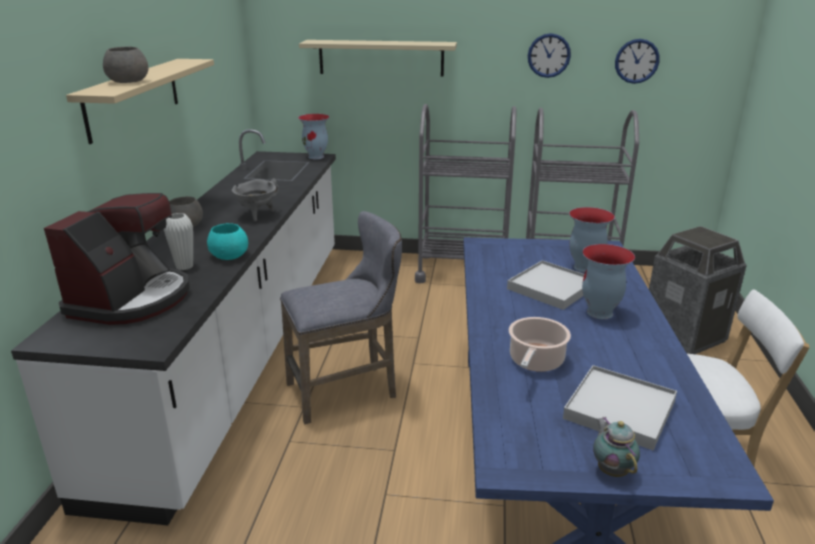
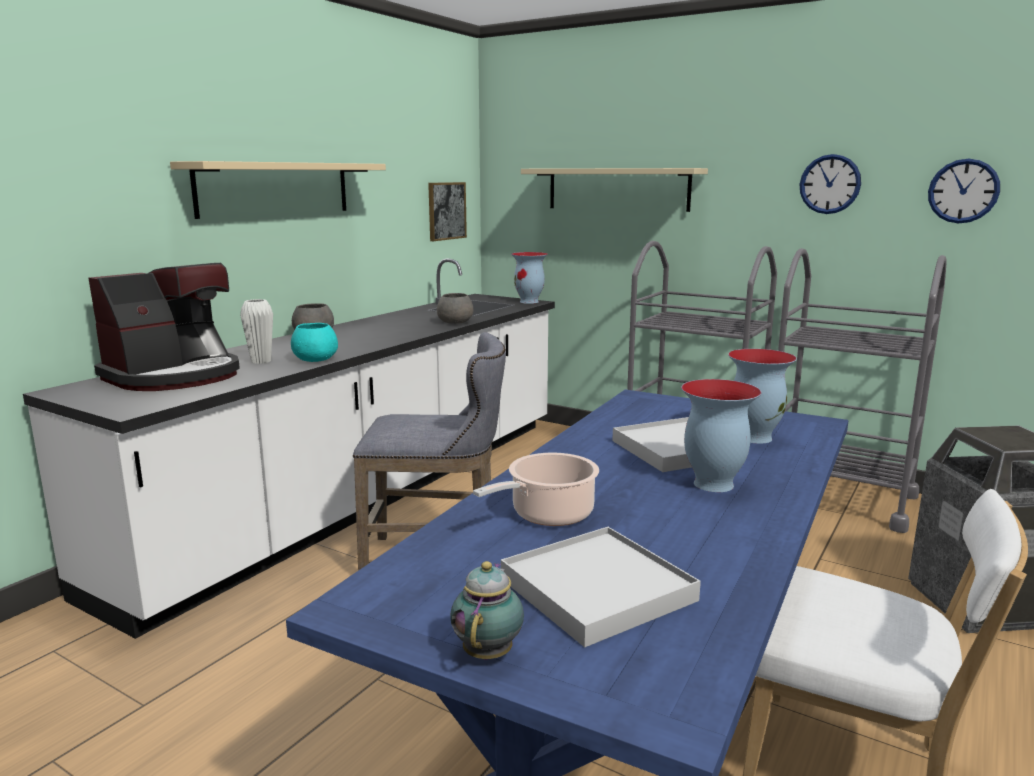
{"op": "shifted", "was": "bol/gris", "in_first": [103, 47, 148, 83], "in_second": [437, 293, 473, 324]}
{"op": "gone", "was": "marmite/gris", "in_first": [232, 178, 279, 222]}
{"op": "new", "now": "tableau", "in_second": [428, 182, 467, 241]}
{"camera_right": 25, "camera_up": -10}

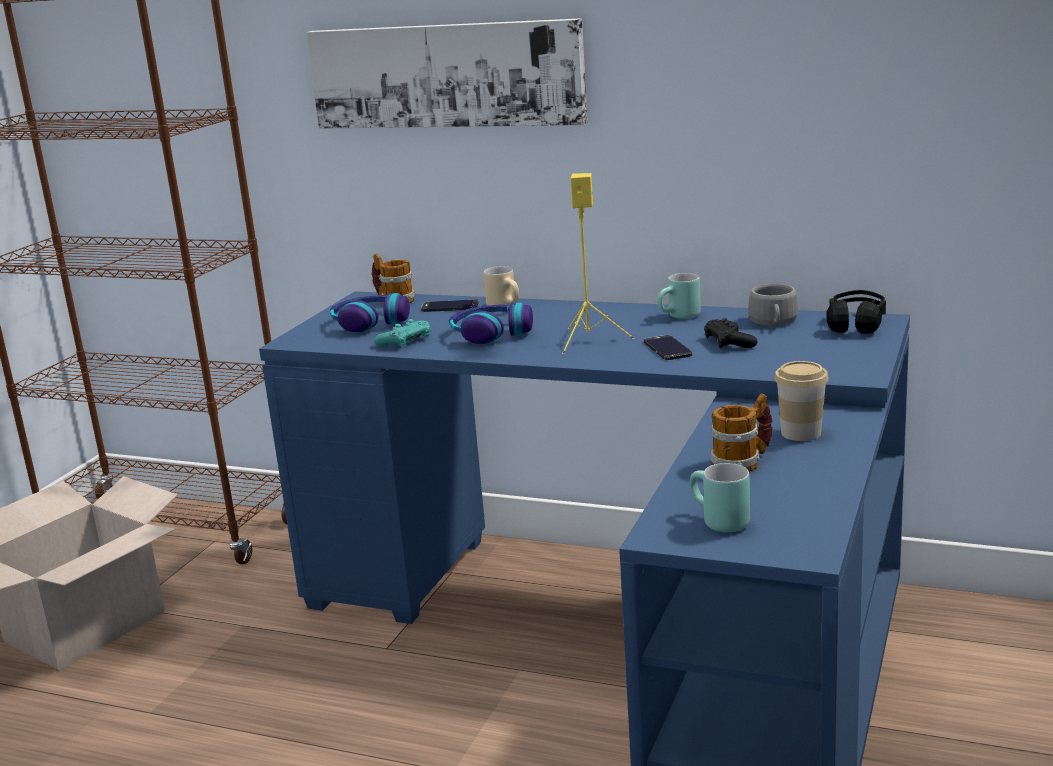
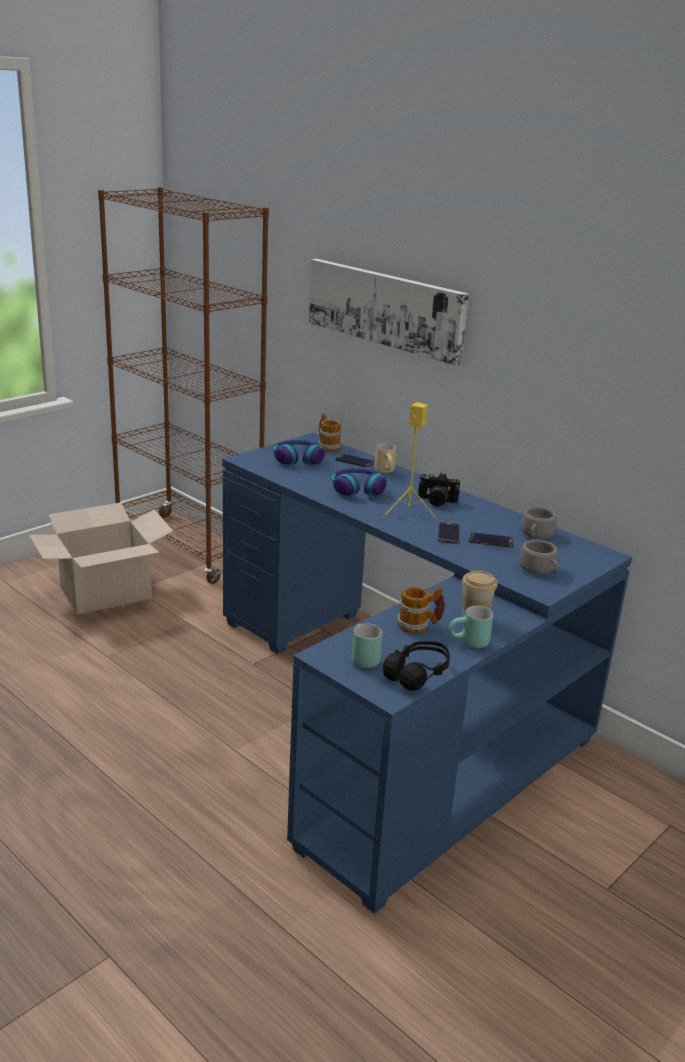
{"op": "shifted", "was": "mug/turquoise", "in_first": [657, 273, 701, 319], "in_second": [449, 606, 493, 648]}
{"op": "shifted", "was": "casque audio/noir", "in_first": [826, 290, 886, 334], "in_second": [383, 641, 450, 691]}
{"op": "swapped", "was": "manette/noir", "now": "téléphone", "in_first": [704, 318, 758, 349], "in_second": [469, 532, 514, 547]}
{"op": "gone", "was": "manette/turquoise", "in_first": [374, 319, 431, 348]}
{"op": "new", "now": "appareil photo", "in_second": [418, 473, 460, 507]}
{"op": "new", "now": "tasse/gris", "in_second": [519, 540, 559, 575]}
{"camera_right": 20, "camera_up": 5}

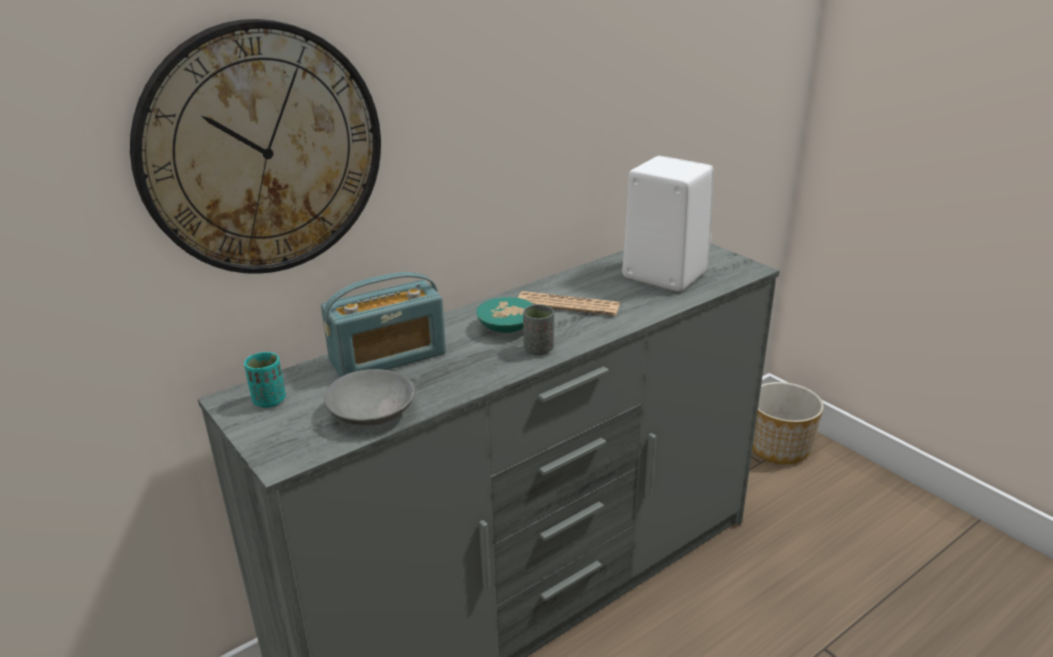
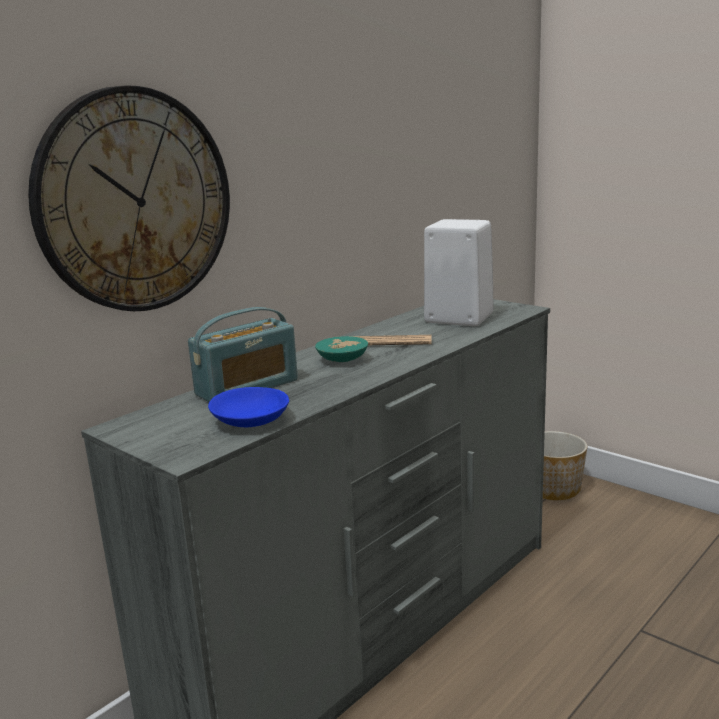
{"op": "gone", "was": "tasse/gris", "in_first": [523, 304, 554, 355]}
{"op": "gone", "was": "tasse/turquoise", "in_first": [244, 352, 286, 408]}
{"op": "repainted", "was": "bol/gris", "now": "bol/bleu", "in_first": [324, 369, 415, 425], "in_second": [208, 387, 289, 427]}
{"camera_right": -10, "camera_up": -10}

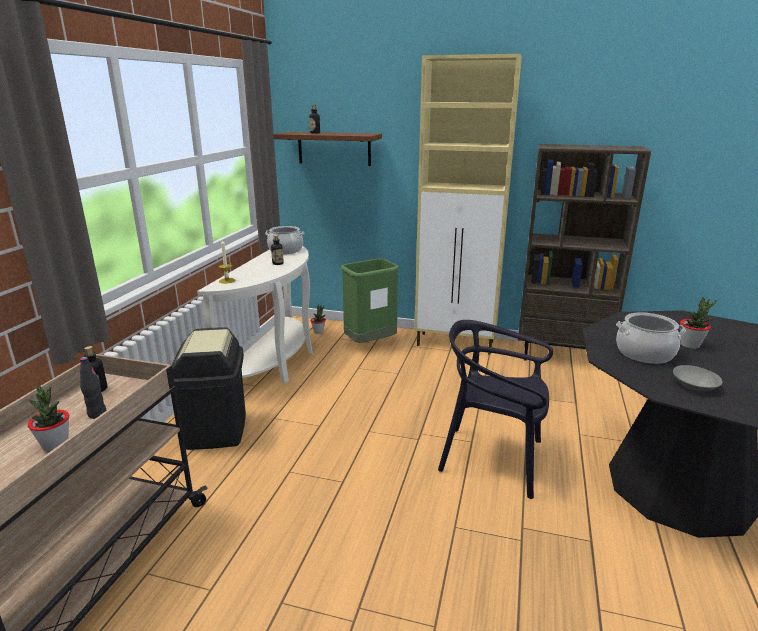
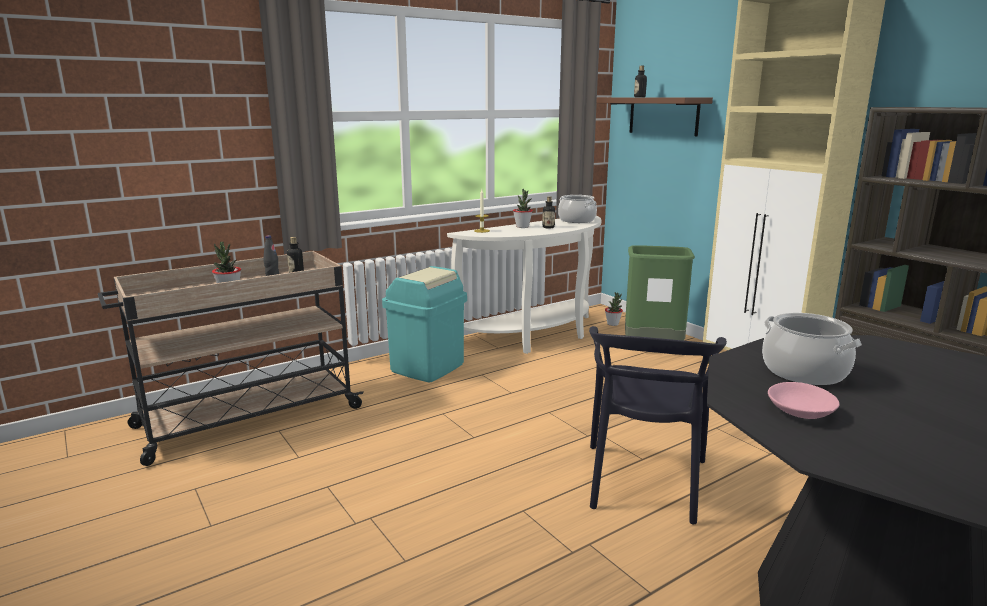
{"op": "shifted", "was": "plante en pot", "in_first": [680, 297, 717, 349], "in_second": [513, 189, 533, 228]}
{"op": "rotated", "was": "chaise/noir", "in_first": [438, 320, 553, 499], "in_second": [589, 326, 727, 524], "clockwise": -135}
{"op": "repainted", "was": "poubelle/noir", "now": "poubelle/turquoise", "in_first": [172, 327, 246, 450], "in_second": [382, 266, 467, 382]}
{"op": "repainted", "was": "bol/gris", "now": "bol/rose", "in_first": [673, 365, 723, 391], "in_second": [768, 382, 840, 419]}
{"camera_right": 40, "camera_up": -5}

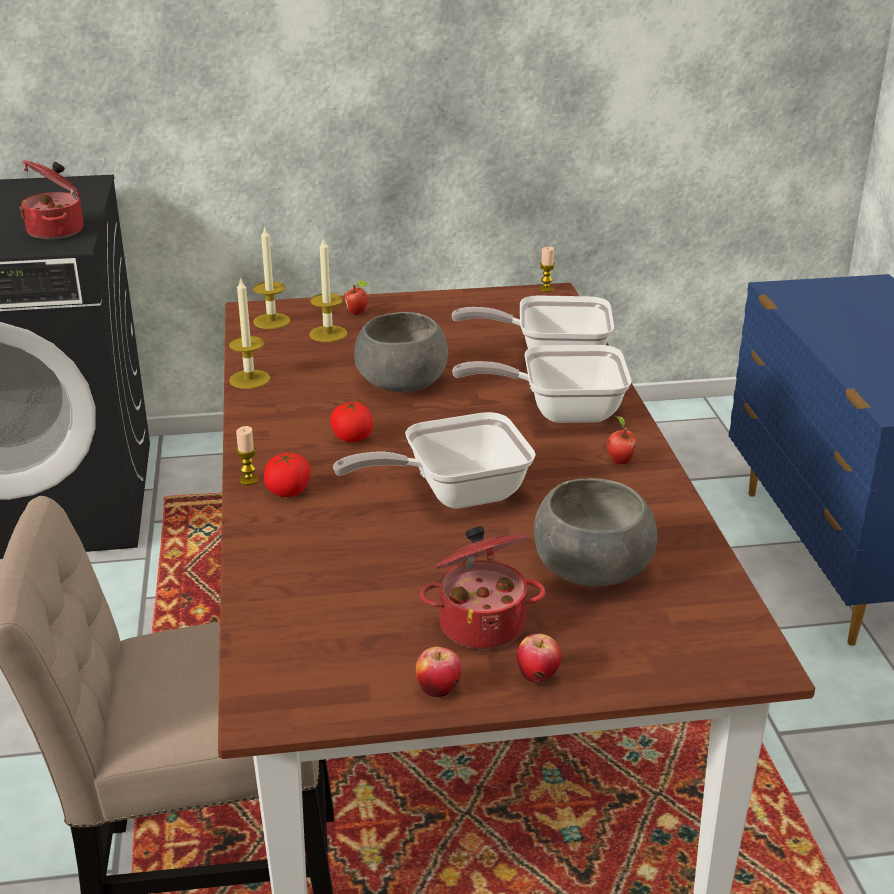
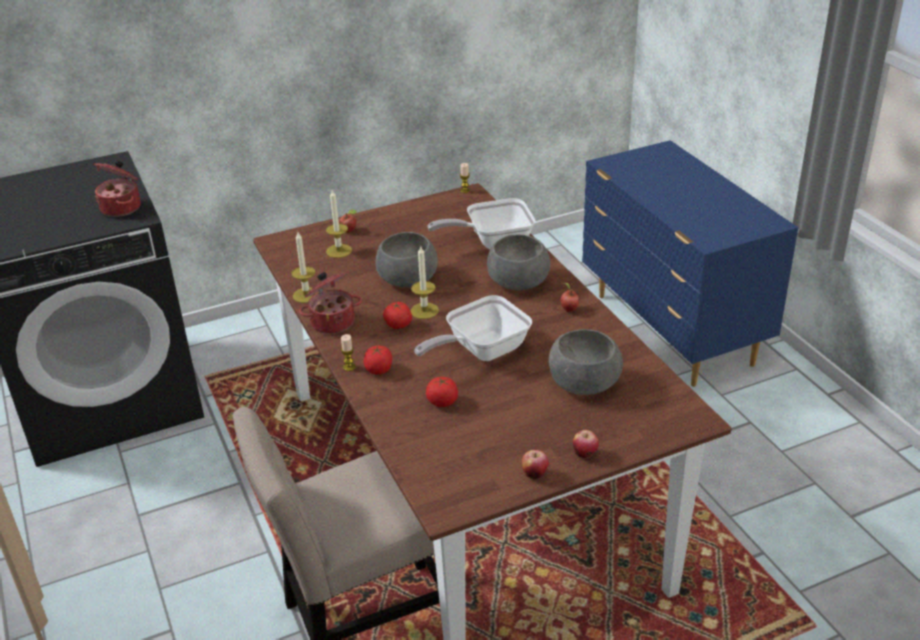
{"op": "shifted", "was": "bougie", "in_first": [253, 226, 291, 329], "in_second": [411, 245, 439, 319]}
{"op": "swapped", "was": "poêle", "now": "bol/gris", "in_first": [452, 345, 631, 423], "in_second": [487, 234, 550, 290]}
{"op": "shifted", "was": "marmite", "in_first": [420, 526, 545, 649], "in_second": [299, 272, 362, 334]}
{"op": "new", "now": "tomate", "in_second": [426, 377, 458, 407]}
{"camera_right": -15, "camera_up": 5}

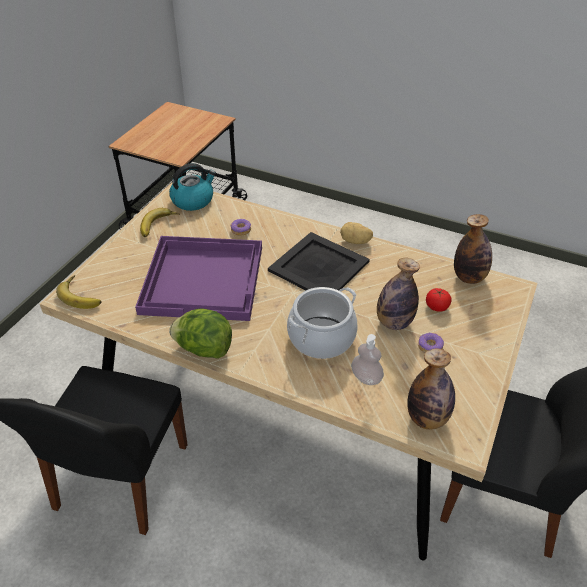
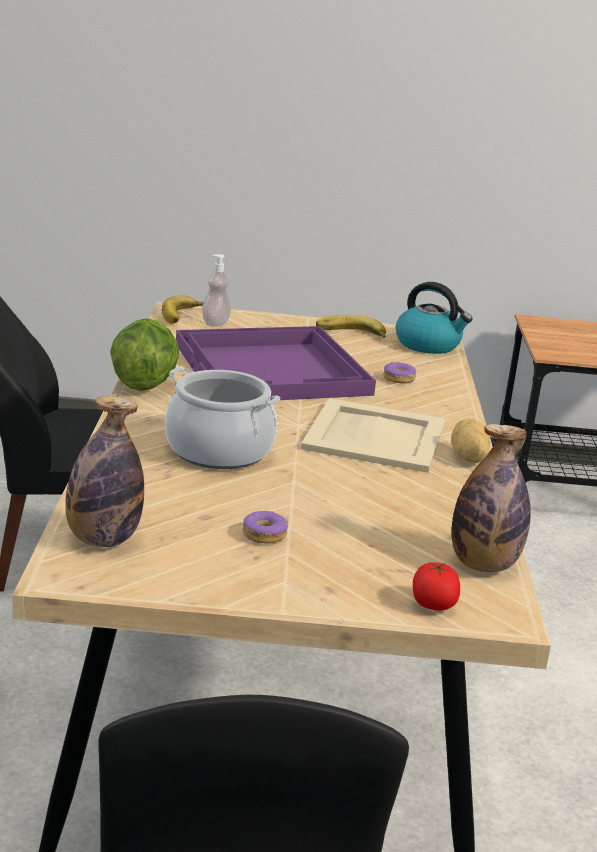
{"op": "repainted", "was": "plateau/noir", "now": "plateau/beige", "in_first": [268, 232, 370, 290], "in_second": [301, 398, 446, 473]}
{"op": "gone", "was": "bouteille", "in_first": [377, 258, 420, 330]}
{"op": "shifted", "was": "tomate", "in_first": [426, 288, 452, 312], "in_second": [413, 562, 460, 611]}
{"op": "shifted", "was": "distributeur de savon", "in_first": [351, 334, 384, 385], "in_second": [202, 254, 231, 327]}
{"camera_right": 65, "camera_up": -20}

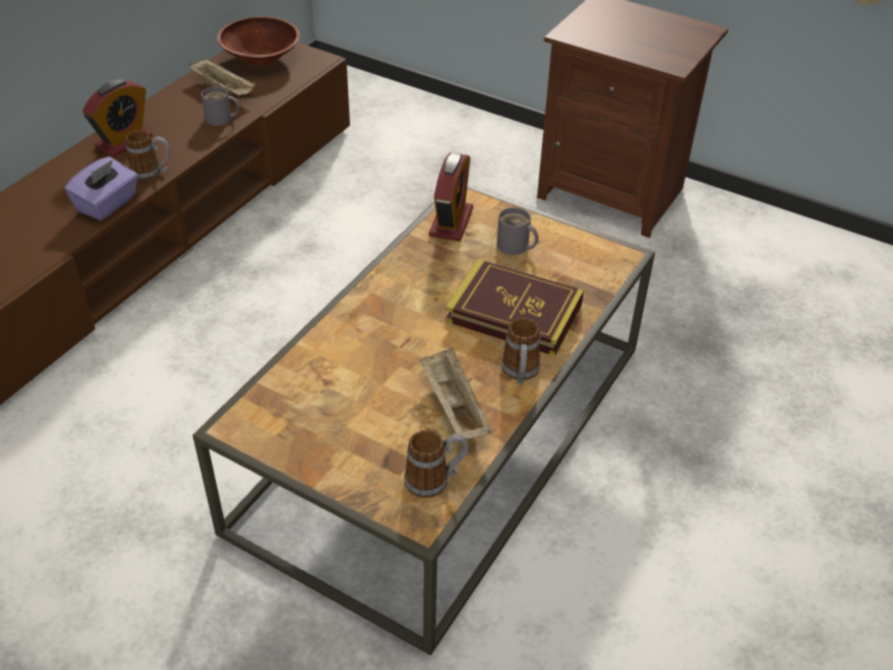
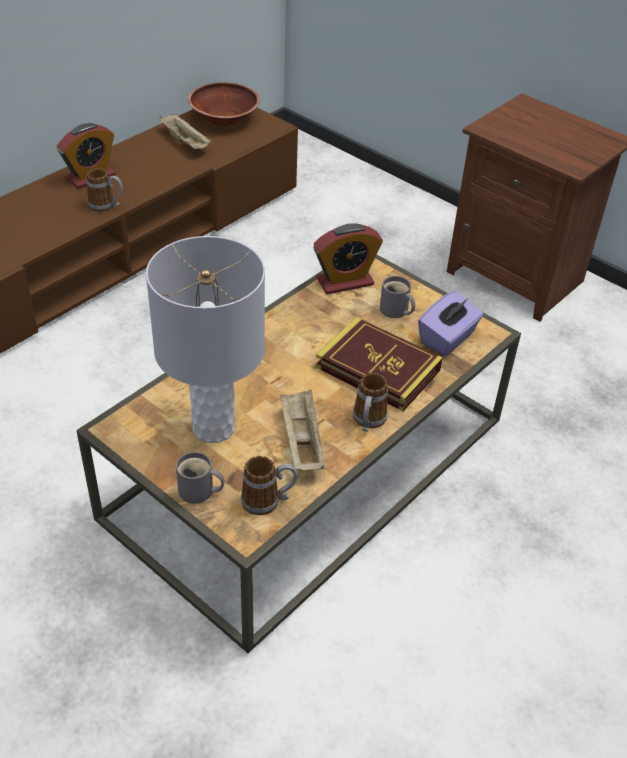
{"op": "shifted", "was": "mug/gris", "in_first": [201, 87, 240, 126], "in_second": [176, 452, 225, 504]}
{"op": "rotated", "was": "réveil", "in_first": [429, 152, 473, 241], "in_second": [313, 223, 383, 294], "clockwise": 45}
{"op": "shifted", "was": "boîte à mouchoirs/violet", "in_first": [64, 156, 138, 221], "in_second": [418, 291, 484, 356]}
{"op": "new", "now": "lampe de table/gris", "in_second": [146, 236, 265, 443]}
{"camera_right": 10, "camera_up": 0}

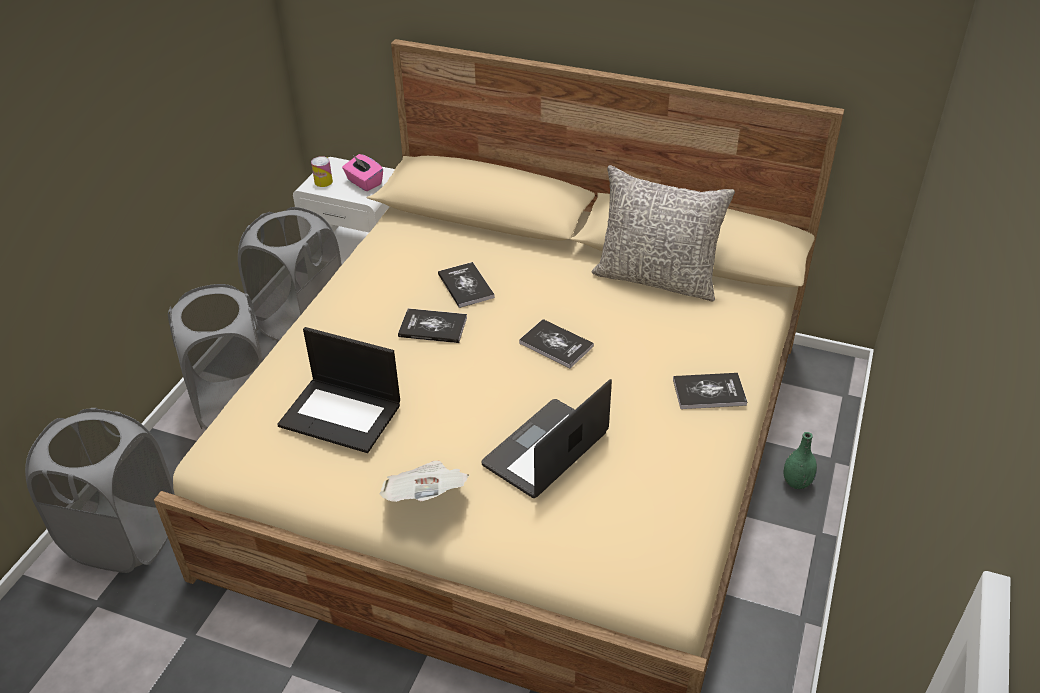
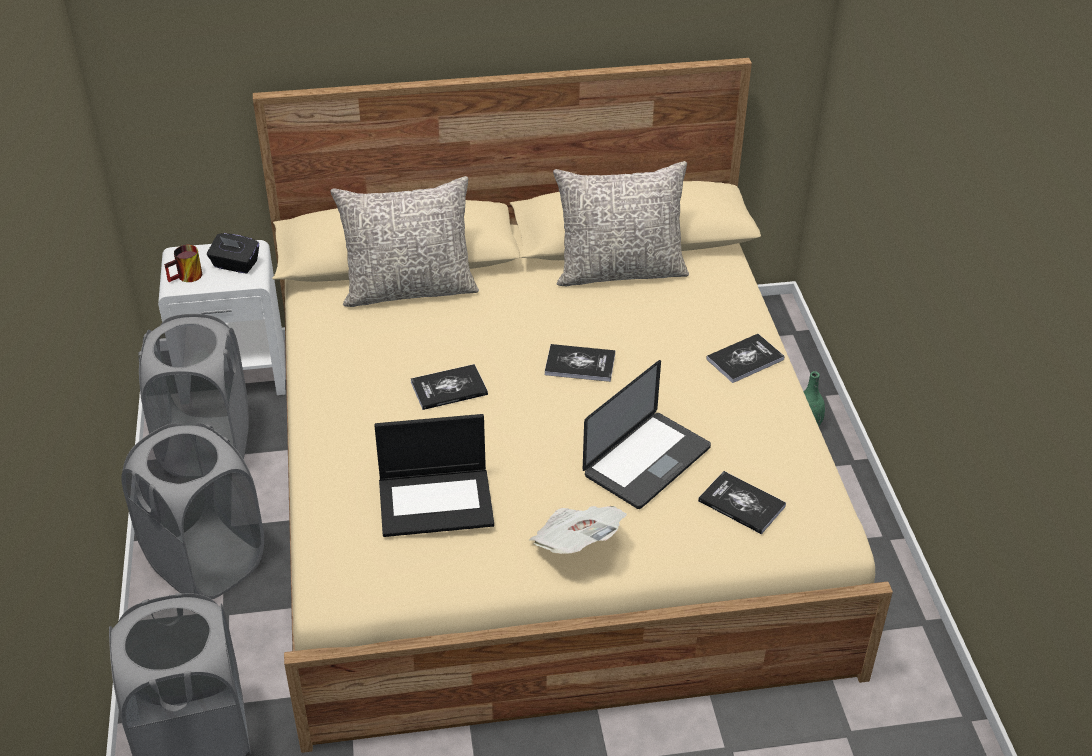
{"op": "repainted", "was": "boîte à mouchoirs/rose", "now": "boîte à mouchoirs/noir", "in_first": [342, 154, 383, 191], "in_second": [207, 233, 259, 273]}
{"op": "swapped", "was": "boîte métallique", "now": "mug", "in_first": [311, 156, 333, 187], "in_second": [164, 245, 202, 282]}
{"op": "shifted", "was": "livre", "in_first": [438, 262, 495, 308], "in_second": [698, 471, 786, 534]}
{"op": "rotated", "was": "ordinateur portable", "in_first": [482, 379, 612, 498], "in_second": [583, 360, 711, 509], "clockwise": -150}
{"op": "new", "now": "coussin/gris", "in_second": [331, 176, 479, 307]}
{"camera_right": -30, "camera_up": 0}

